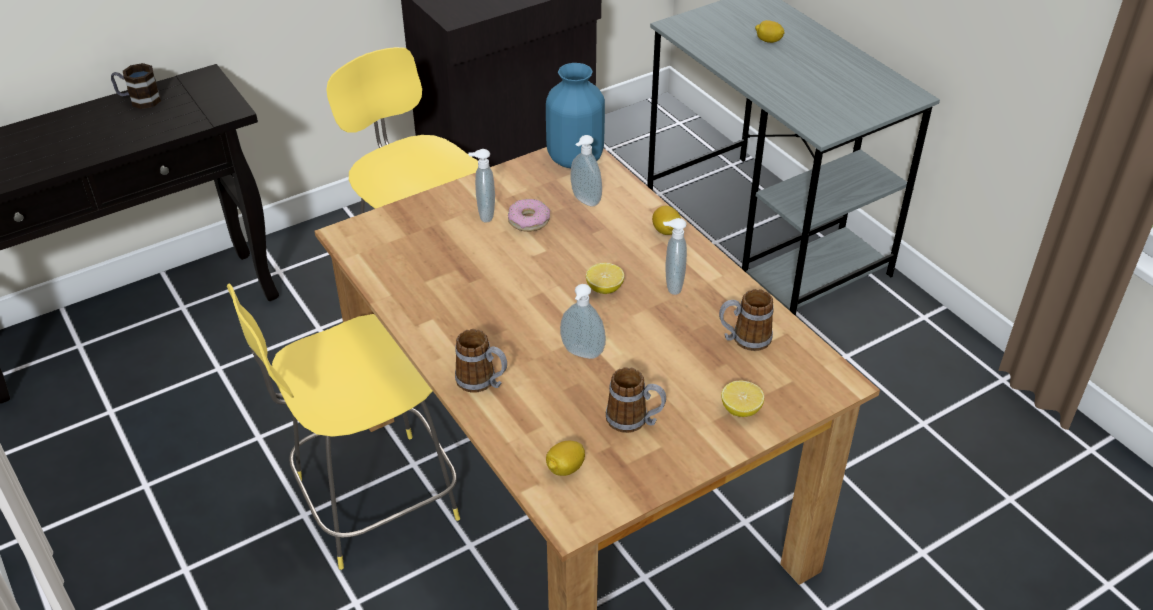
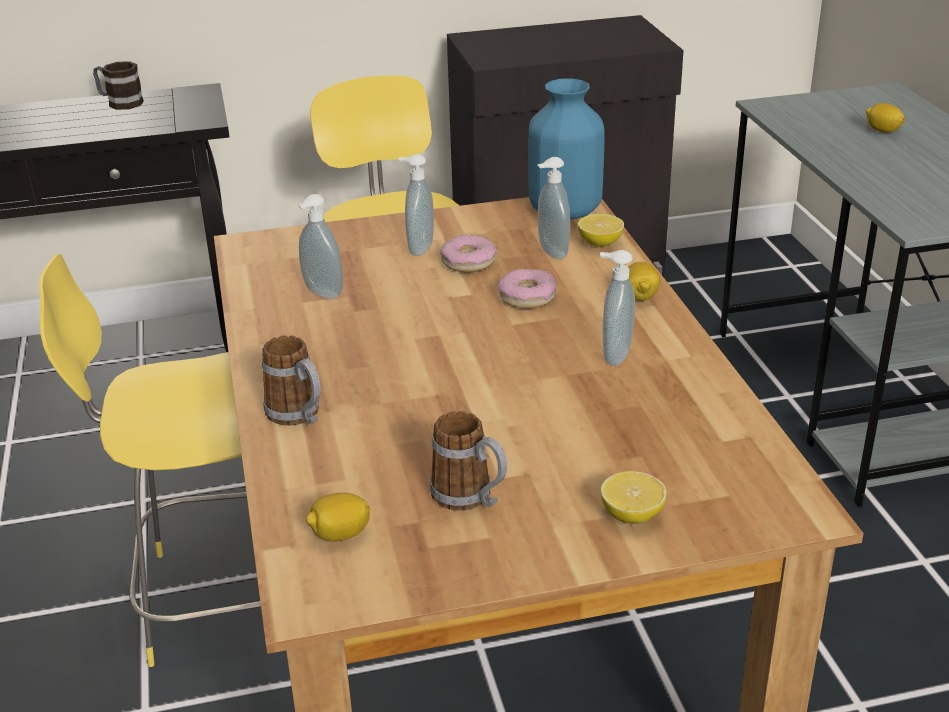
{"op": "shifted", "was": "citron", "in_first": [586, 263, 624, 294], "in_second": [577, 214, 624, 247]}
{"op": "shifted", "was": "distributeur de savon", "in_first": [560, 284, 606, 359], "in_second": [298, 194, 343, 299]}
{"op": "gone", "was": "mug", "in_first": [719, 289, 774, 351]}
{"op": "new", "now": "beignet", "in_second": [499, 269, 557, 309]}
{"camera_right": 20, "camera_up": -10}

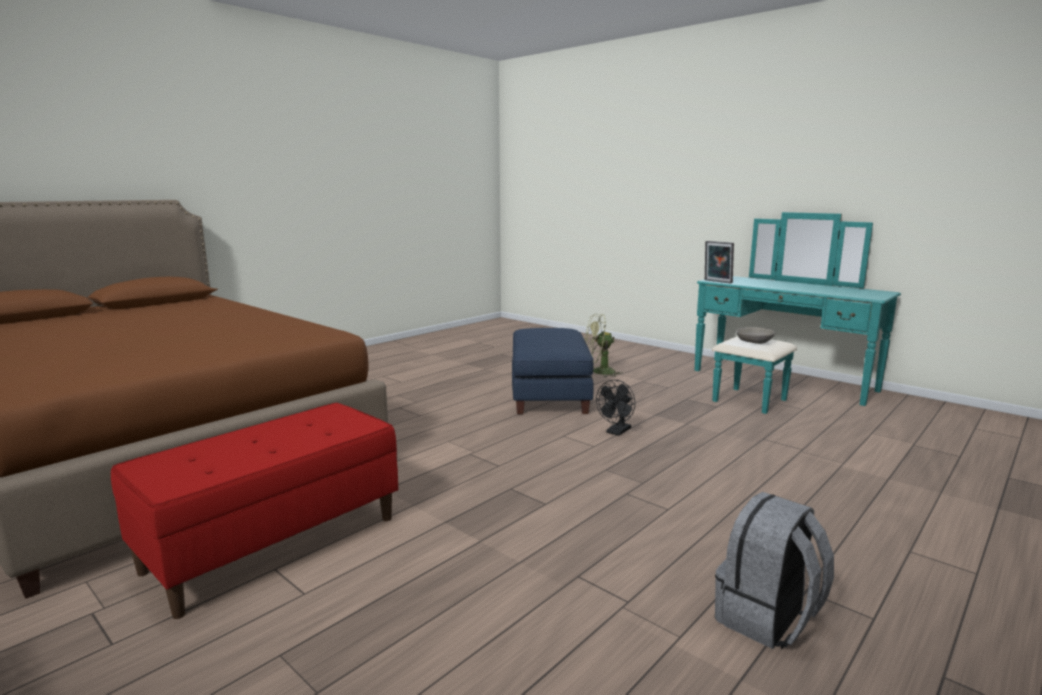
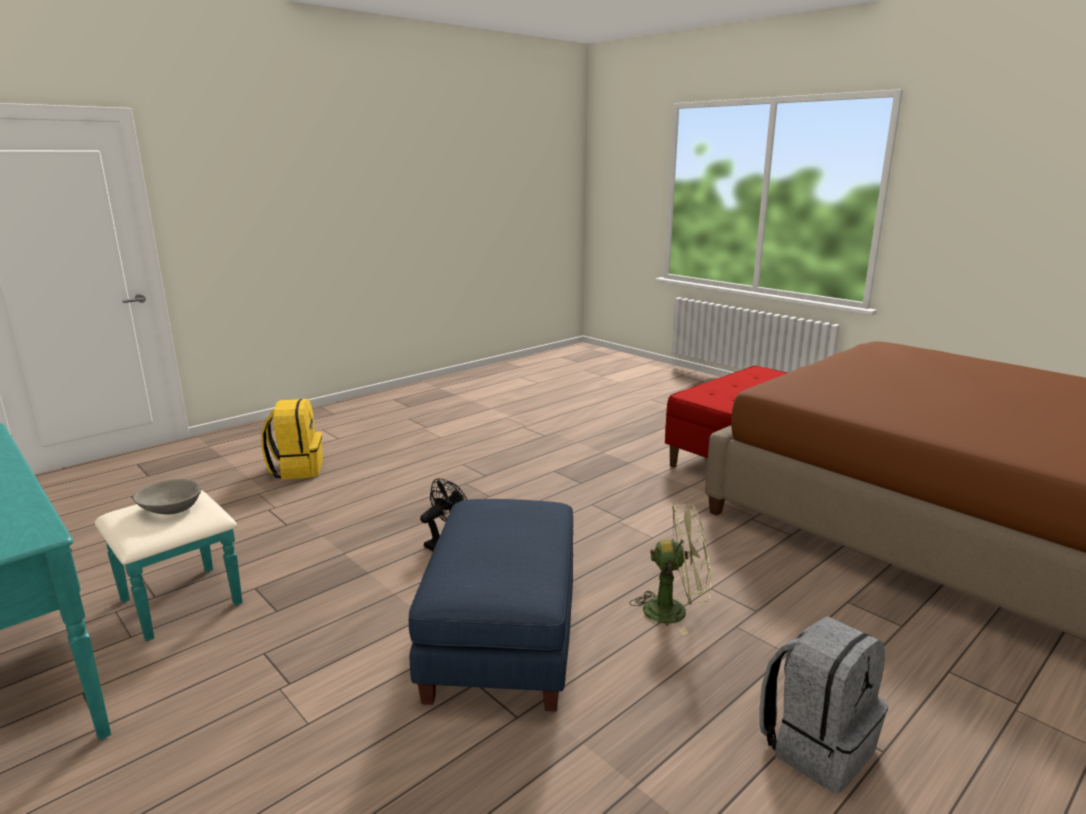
{"op": "gone", "was": "cadre photo", "in_first": [705, 241, 734, 283]}
{"op": "shifted", "was": "ventilateur/vert", "in_first": [584, 314, 622, 377], "in_second": [630, 504, 711, 635]}
{"op": "shifted", "was": "sac à dos/gris", "in_first": [715, 492, 834, 649], "in_second": [759, 616, 888, 793]}
{"op": "new", "now": "sac à dos/jaune", "in_second": [261, 399, 323, 480]}
{"camera_right": -175, "camera_up": 5}

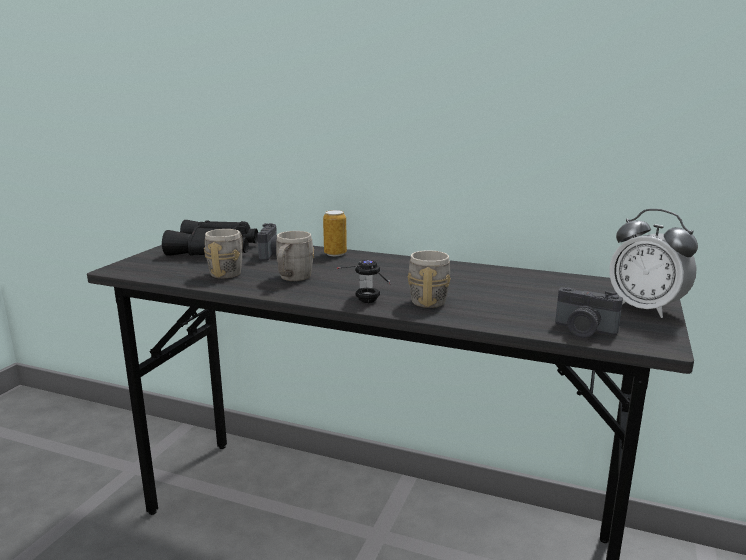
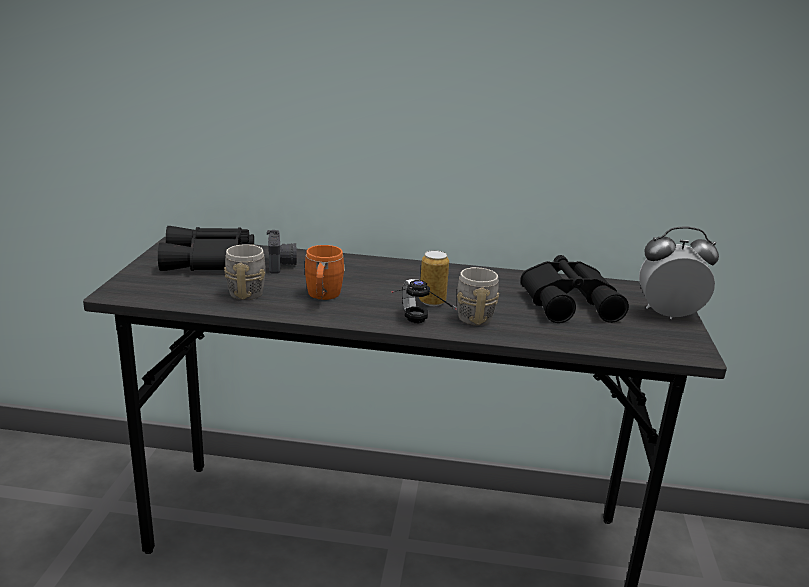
{"op": "rotated", "was": "réveil", "in_first": [609, 209, 698, 318], "in_second": [639, 227, 719, 319], "clockwise": 150}
{"op": "shifted", "was": "boîte métallique", "in_first": [323, 210, 347, 256], "in_second": [419, 250, 449, 306]}
{"op": "repainted", "was": "mug/gris", "now": "mug/orange", "in_first": [276, 231, 314, 281], "in_second": [305, 245, 345, 300]}
{"op": "gone", "was": "appareil photo", "in_first": [555, 287, 623, 338]}
{"op": "new", "now": "jumelles/noir", "in_second": [520, 255, 629, 323]}
{"camera_right": -15, "camera_up": 5}

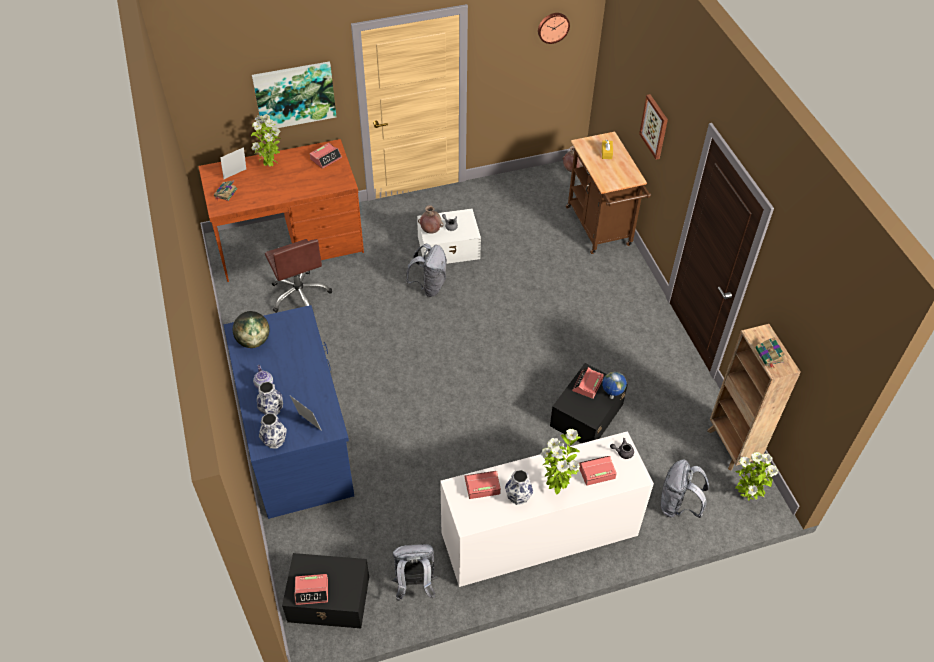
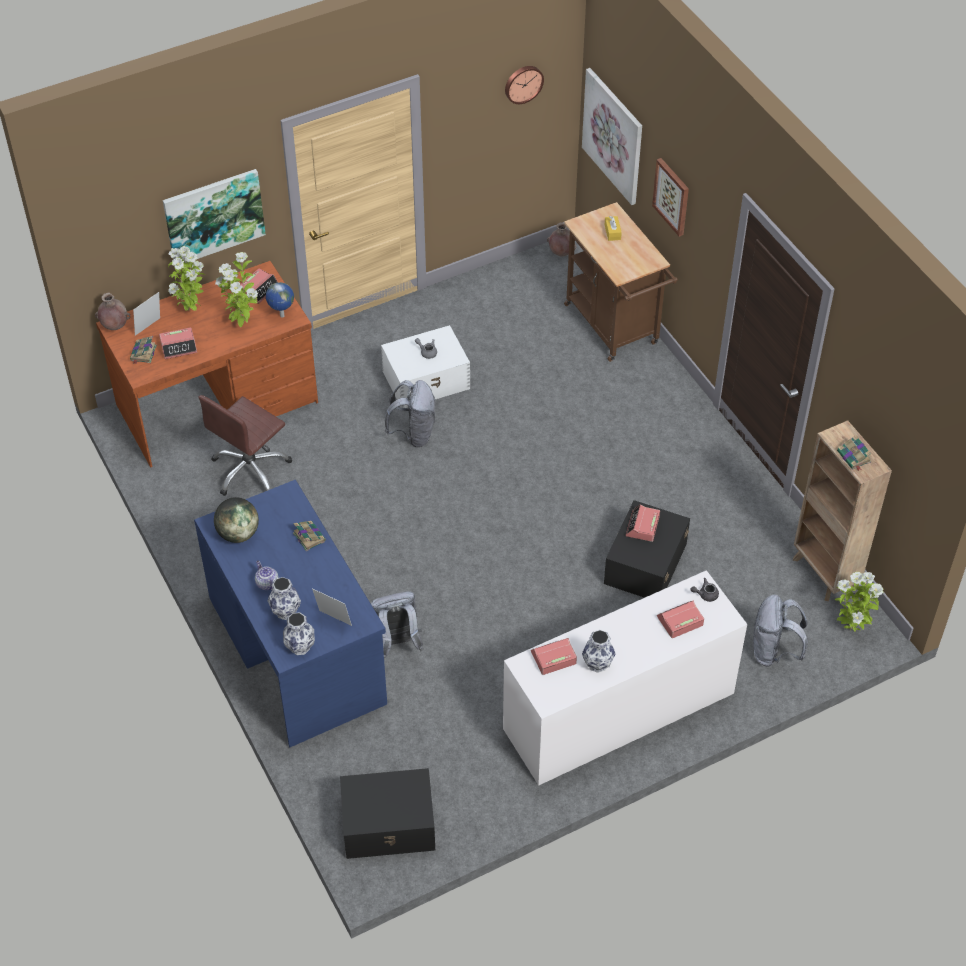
{"op": "shifted", "was": "vase/marron", "in_first": [418, 205, 444, 234], "in_second": [95, 293, 130, 330]}
{"op": "rotated", "was": "chaise de bureau/marron", "in_first": [265, 239, 332, 313], "in_second": [199, 395, 292, 496], "clockwise": 75}
{"op": "shifted", "was": "globe", "in_first": [602, 372, 627, 399], "in_second": [266, 282, 294, 317]}
{"op": "shifted", "was": "plante en pot", "in_first": [541, 429, 581, 494], "in_second": [215, 252, 258, 327]}
{"op": "shifted", "was": "sac à dos/gris", "in_first": [392, 544, 438, 601], "in_second": [371, 591, 424, 659]}
{"op": "shifted", "was": "réveil", "in_first": [294, 574, 328, 605], "in_second": [159, 328, 197, 359]}
{"op": "new", "now": "tableau", "in_second": [582, 68, 642, 205]}
{"op": "new", "now": "livre", "in_second": [293, 521, 326, 551]}
{"camera_right": -10, "camera_up": 0}

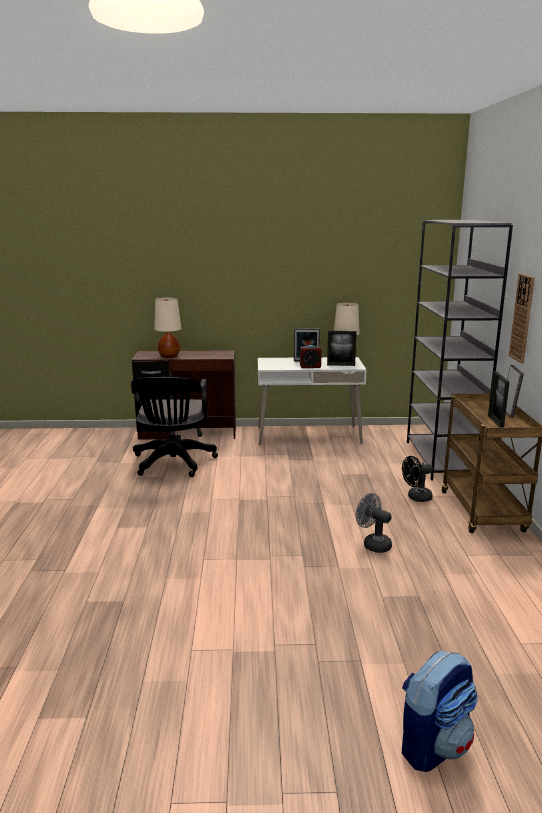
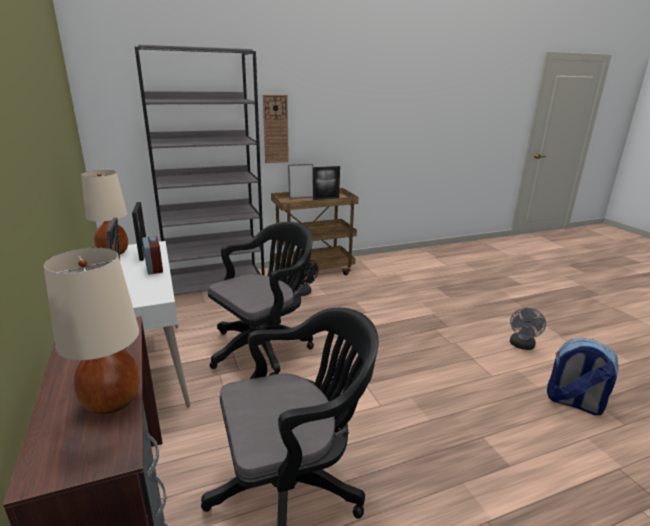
{"op": "shifted", "was": "ventilateur/gris", "in_first": [356, 493, 392, 553], "in_second": [510, 308, 546, 350]}
{"op": "shifted", "was": "sac à dos", "in_first": [402, 651, 478, 772], "in_second": [547, 338, 619, 415]}
{"op": "new", "now": "chaise de bureau/noir", "in_second": [208, 222, 314, 376]}
{"camera_right": -110, "camera_up": 5}

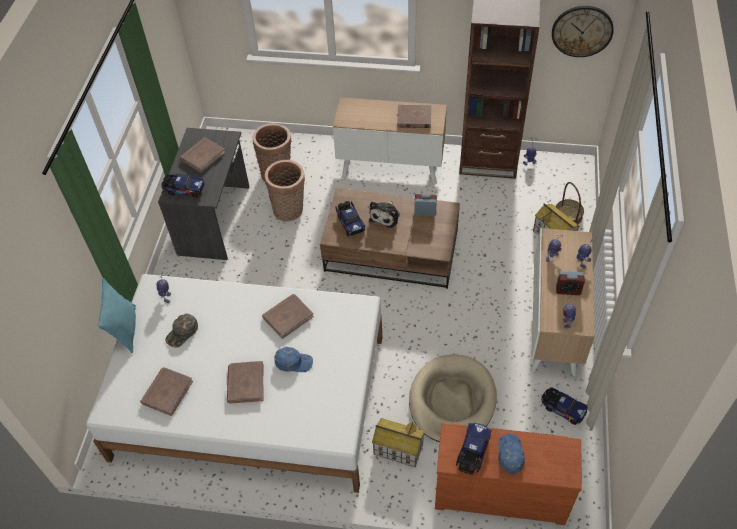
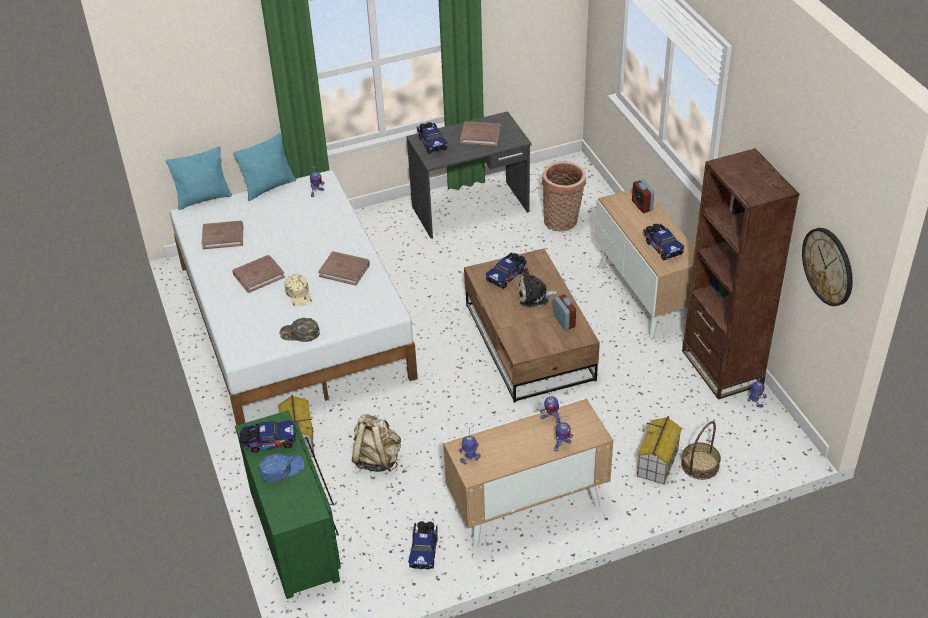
{"op": "swapped", "was": "livre/marron", "now": "camion jouet", "in_first": [397, 105, 431, 128], "in_second": [643, 224, 684, 260]}
{"op": "gone", "was": "panier", "in_first": [265, 160, 305, 221]}
{"op": "shifted", "was": "réveil", "in_first": [556, 271, 585, 295], "in_second": [632, 179, 655, 213]}
{"op": "shifted", "was": "casquette/vert", "in_first": [165, 313, 198, 348], "in_second": [279, 318, 320, 342]}
{"op": "repainted", "was": "casquette/bleu", "now": "casquette/beige", "in_first": [274, 347, 313, 372], "in_second": [284, 274, 312, 306]}
{"op": "swapped", "was": "panier pour chien/beige", "now": "sac à dos/beige", "in_first": [409, 354, 497, 442], "in_second": [352, 414, 401, 472]}
{"op": "repainted", "was": "commode/marron", "now": "commode/vert", "in_first": [435, 424, 582, 525], "in_second": [235, 410, 341, 599]}
{"op": "new", "now": "coussin/turquoise", "in_second": [166, 146, 232, 210]}
{"camera_right": 60, "camera_up": -10}

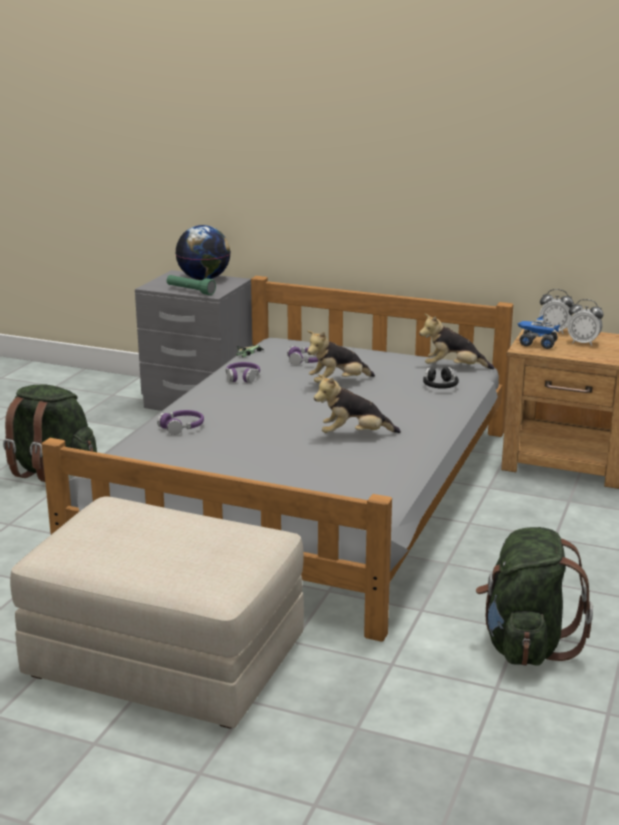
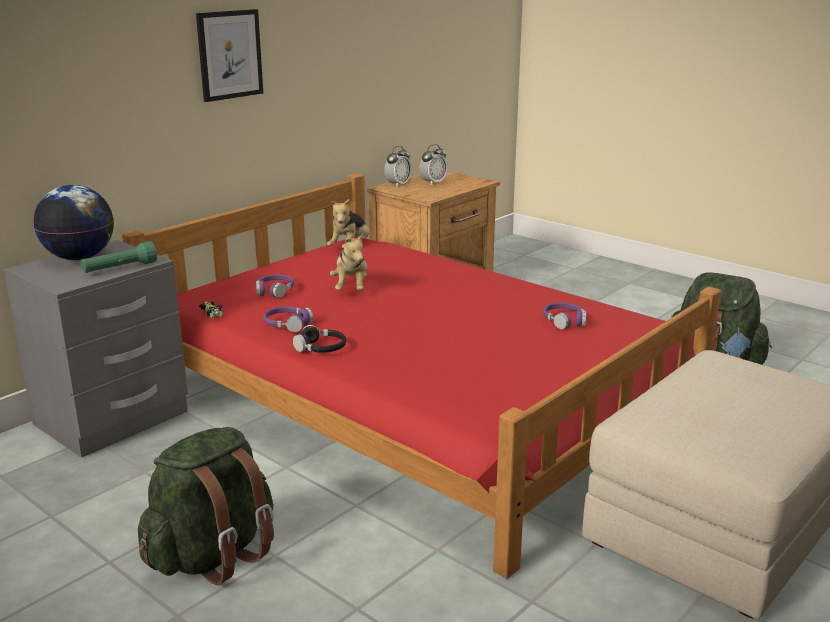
{"op": "repainted", "was": "lit/gris", "now": "lit/rouge", "in_first": [41, 276, 513, 642], "in_second": [122, 173, 721, 579]}
{"op": "gone", "was": "camion jouet", "in_first": [518, 315, 560, 349]}
{"op": "shifted", "was": "casque audio/noir", "in_first": [423, 367, 459, 389], "in_second": [293, 325, 346, 353]}
{"op": "gone", "was": "peluche", "in_first": [314, 374, 401, 433]}
{"op": "shifted", "was": "casque audio/violet", "in_first": [157, 410, 204, 435], "in_second": [543, 302, 586, 330]}
{"op": "new", "now": "tableau", "in_second": [196, 9, 263, 102]}
{"camera_right": -70, "camera_up": 0}

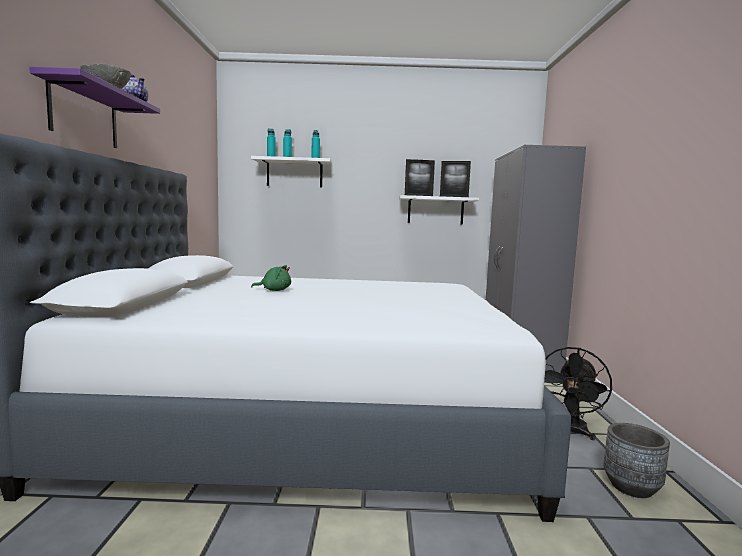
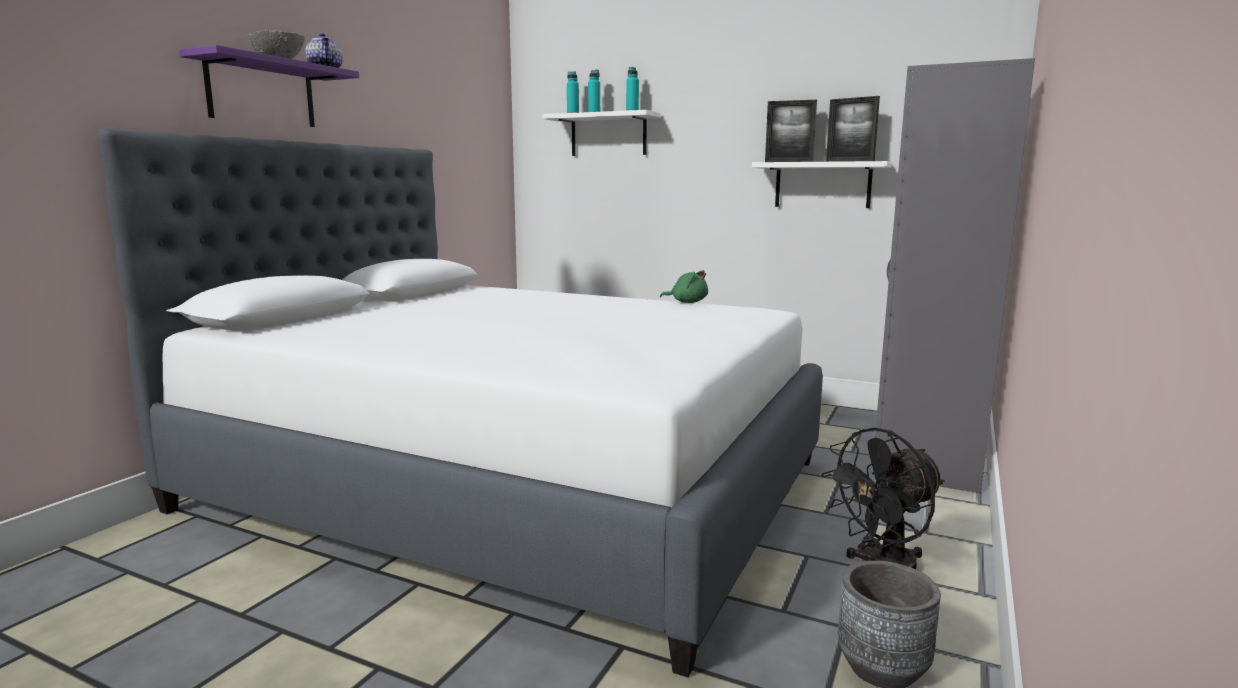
{"op": "shifted", "was": "peluche/vert", "in_first": [251, 265, 291, 291], "in_second": [660, 270, 708, 303]}
{"camera_right": 25, "camera_up": 5}

